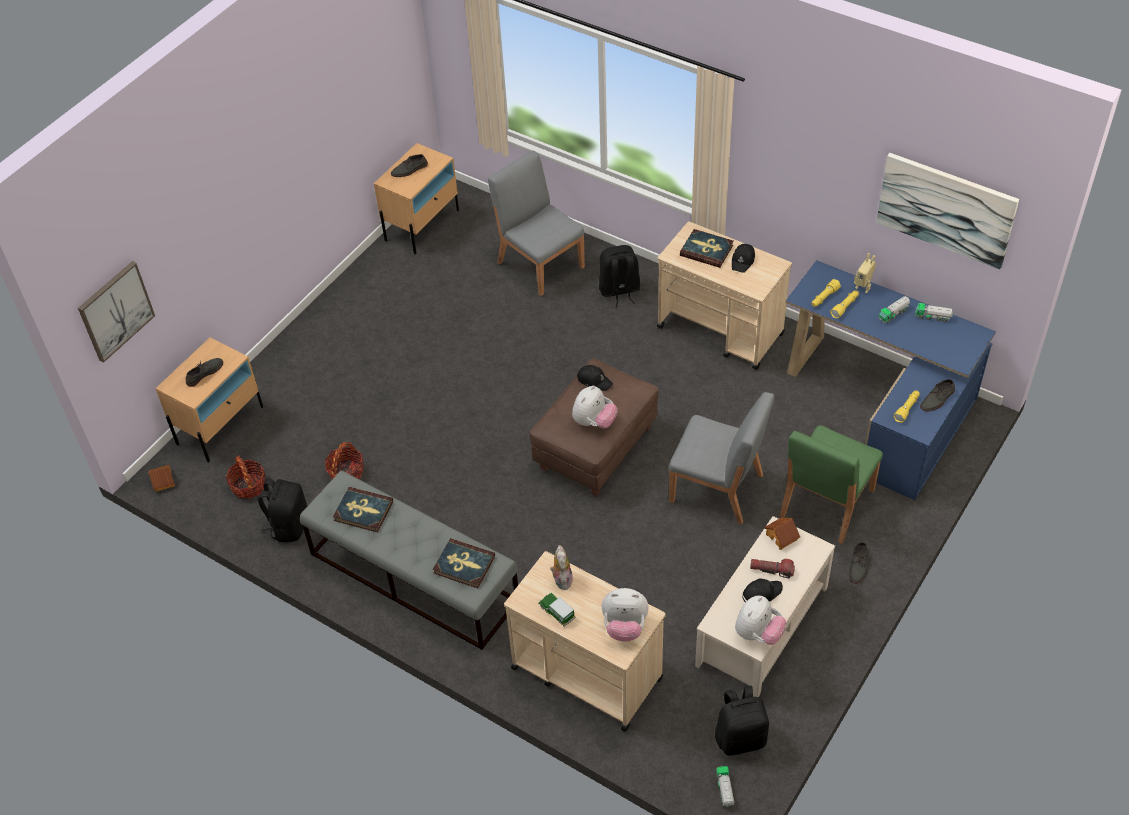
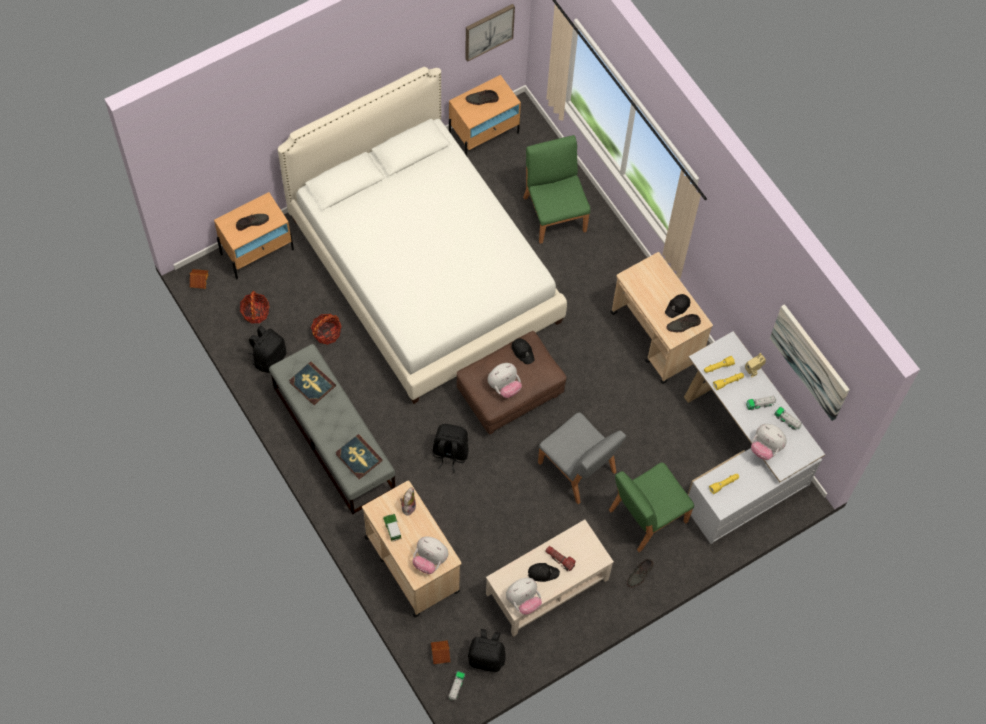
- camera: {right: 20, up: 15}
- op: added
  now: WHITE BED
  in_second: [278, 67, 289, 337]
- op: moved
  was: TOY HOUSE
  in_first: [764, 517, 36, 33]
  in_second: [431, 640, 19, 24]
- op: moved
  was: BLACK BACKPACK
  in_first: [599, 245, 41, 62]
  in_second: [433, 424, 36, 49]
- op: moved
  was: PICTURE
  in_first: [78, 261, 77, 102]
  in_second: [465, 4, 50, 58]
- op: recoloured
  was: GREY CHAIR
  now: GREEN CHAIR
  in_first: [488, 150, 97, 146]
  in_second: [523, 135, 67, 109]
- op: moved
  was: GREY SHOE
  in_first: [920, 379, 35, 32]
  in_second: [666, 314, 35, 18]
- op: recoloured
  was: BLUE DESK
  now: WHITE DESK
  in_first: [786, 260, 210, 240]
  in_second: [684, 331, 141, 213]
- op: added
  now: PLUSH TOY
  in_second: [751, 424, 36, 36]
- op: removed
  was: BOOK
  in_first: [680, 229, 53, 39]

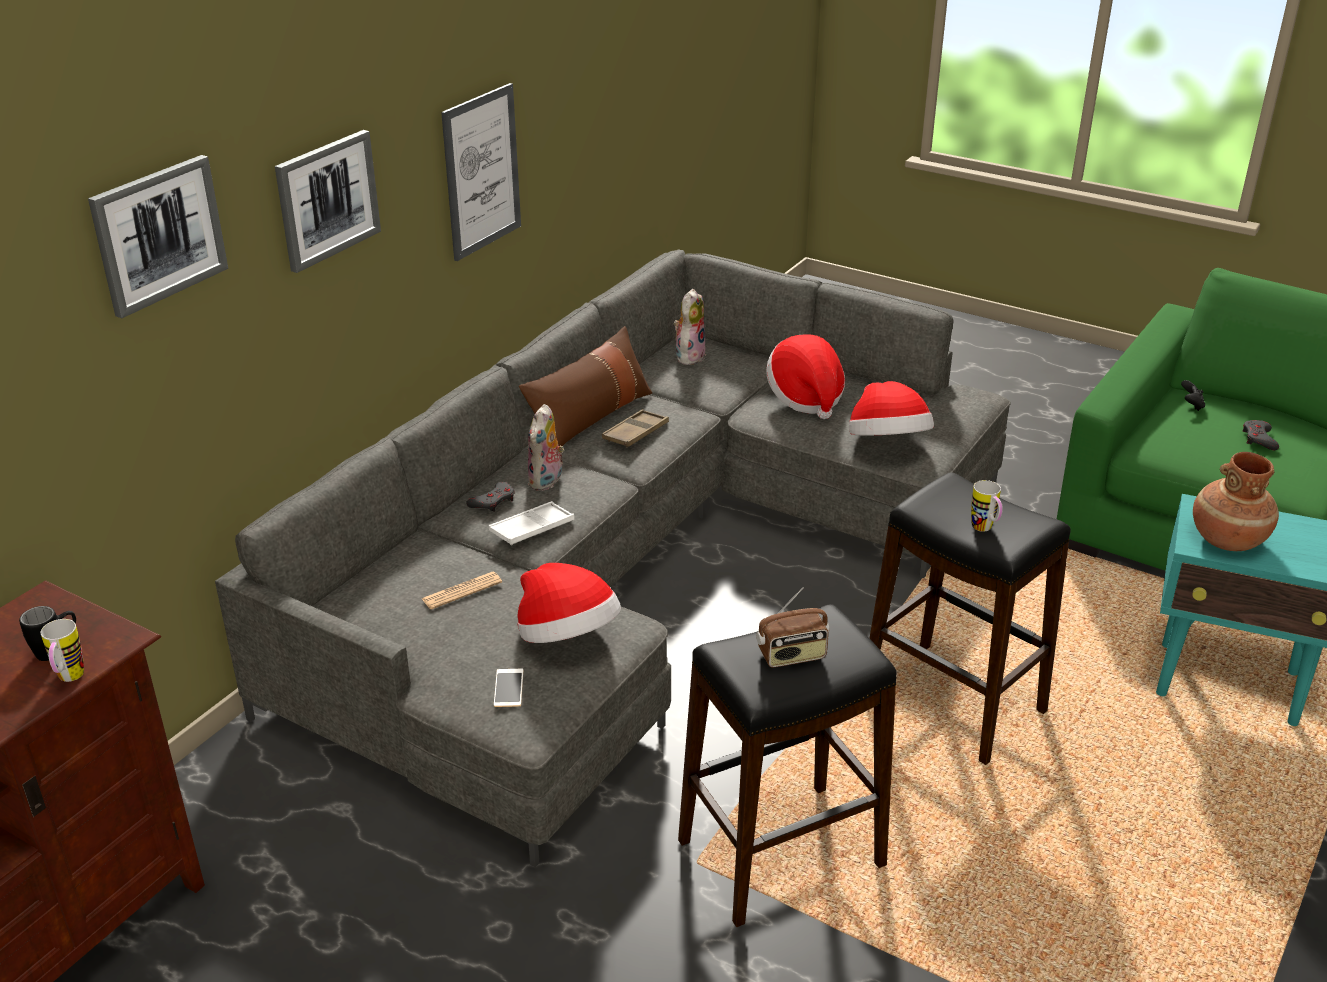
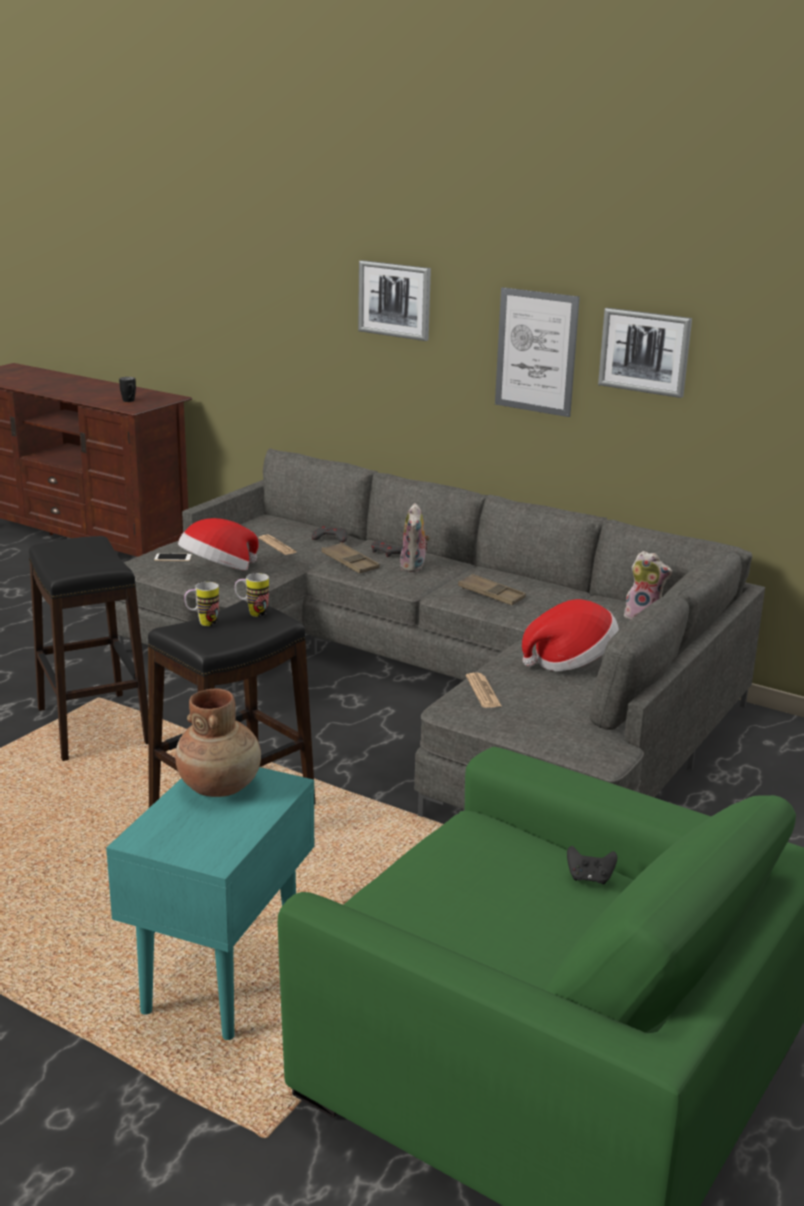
- camera: {right: 90, up: -10}
- op: moved
  was: MUG
  in_first: [41, 619, 43, 63]
  in_second: [235, 573, 34, 44]
- op: moved
  was: GREY GAME CONTROLLER
  in_first: [1242, 420, 37, 31]
  in_second: [312, 526, 35, 16]
- op: recoloured
  was: WHITE TRAY
  now: BROWN TRAY
  in_first: [489, 501, 86, 44]
  in_second: [321, 543, 59, 31]
- op: turned
  was: PLUSH TOY
  in_first: [528, 404, 36, 87]
  in_second: [400, 503, 30, 69]
  clockwise: -105
- op: replaced
  was: HAT
  now: NEWSPAPER
  in_first: [849, 381, 85, 54]
  in_second: [466, 672, 35, 36]
- op: moved
  was: PICTURE
  in_first: [88, 155, 140, 163]
  in_second: [598, 308, 94, 90]
- op: removed
  was: BROWN PILLOW
  in_first: [519, 326, 133, 120]
- op: removed
  was: RADIO
  in_first: [756, 587, 74, 81]

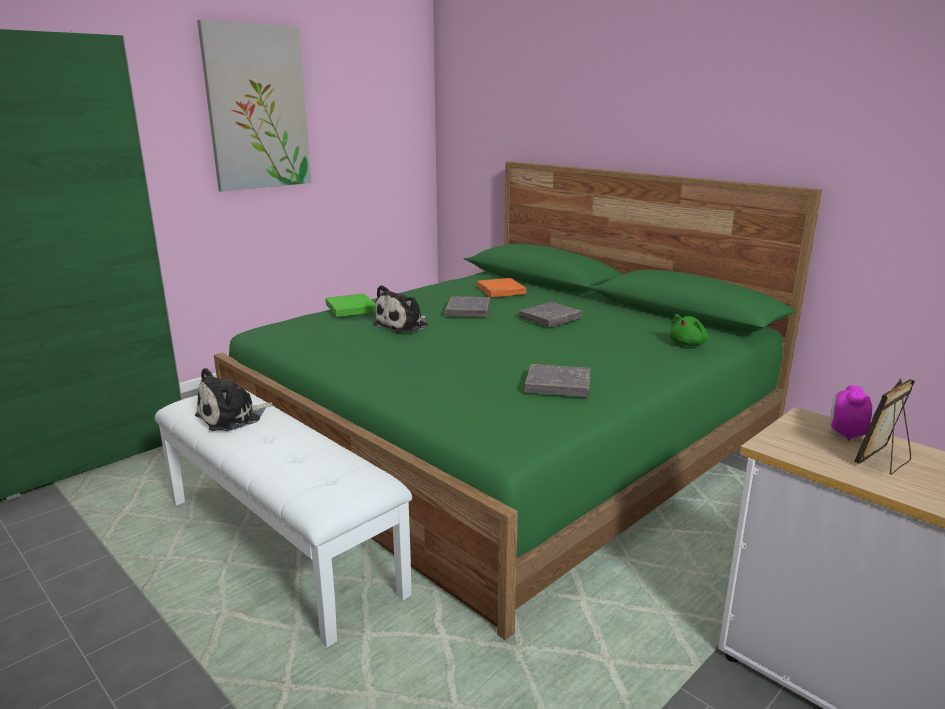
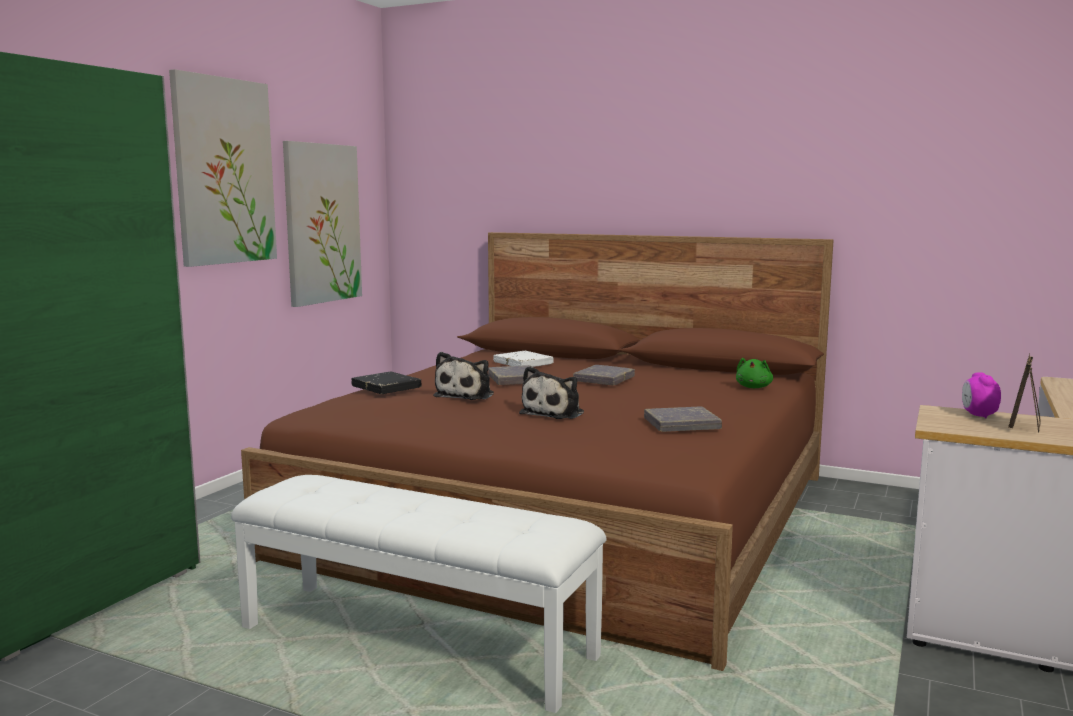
- camera: {right: -20, up: -10}
- op: recoloured
  was: GREEN BED
  now: BROWN BED
  in_first: [214, 161, 608, 479]
  in_second: [241, 232, 593, 439]
- op: added
  now: PICTURE
  in_second: [283, 141, 79, 166]
- op: recoloured
  was: GREEN BOOK
  now: BLACK BOOK
  in_first: [326, 294, 50, 23]
  in_second: [351, 372, 70, 22]
- op: recoloured
  was: ORANGE BOOK
  now: WHITE BOOK
  in_first: [477, 278, 49, 19]
  in_second: [493, 351, 61, 16]
- op: moved
  was: PLUSH TOY
  in_first: [195, 368, 77, 63]
  in_second: [519, 366, 65, 53]

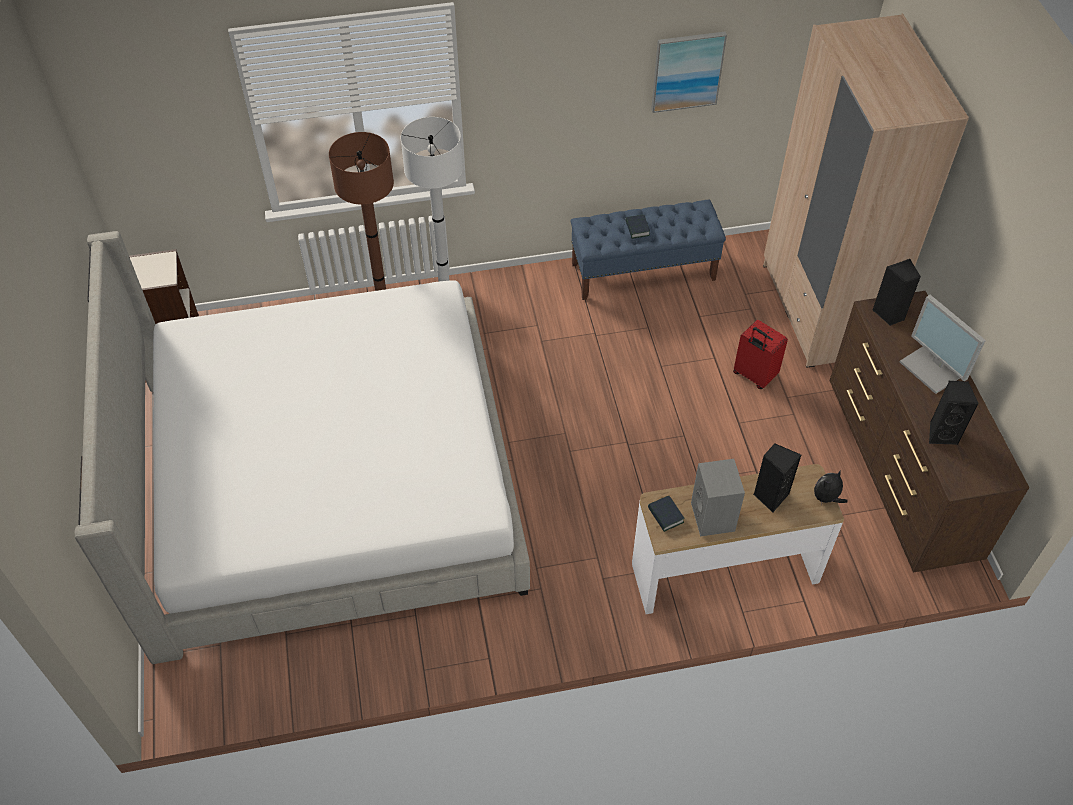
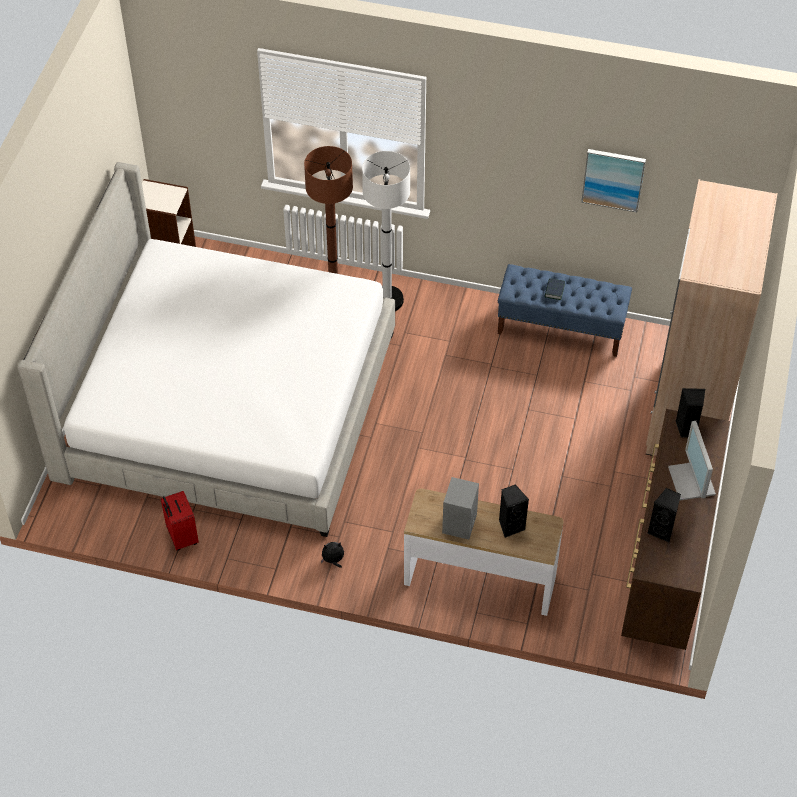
- camera: {right: 25, up: 0}
- op: moved
  was: RED SUITCASE
  in_first: [733, 320, 55, 69]
  in_second: [161, 491, 38, 60]
- op: moved
  was: PLUSH TOY
  in_first: [814, 470, 34, 36]
  in_second: [321, 542, 23, 26]
- op: removed
  was: BOOK
  in_first: [648, 496, 37, 36]

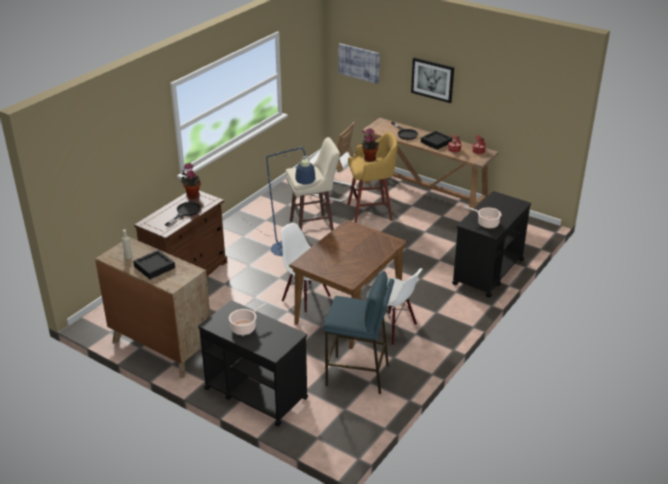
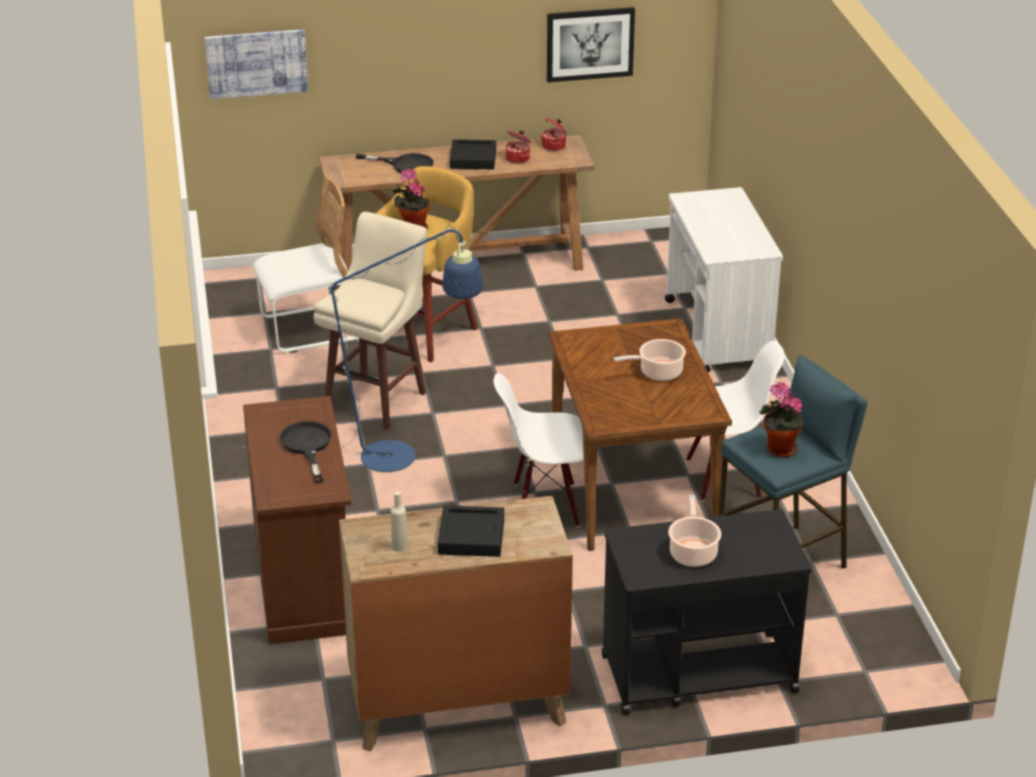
- camera: {right: -45, up: 0}
- op: moved
  was: PICTURE
  in_first: [411, 58, 43, 45]
  in_second: [547, 7, 88, 75]
- op: moved
  was: COOKING POT
  in_first: [464, 206, 37, 22]
  in_second: [613, 339, 73, 42]
- op: recoloured
  was: BLACK CART
  now: WHITE CART
  in_first: [452, 191, 79, 107]
  in_second: [665, 187, 118, 186]
- op: moved
  was: POTTED PLANT
  in_first: [181, 163, 20, 36]
  in_second: [759, 382, 44, 75]

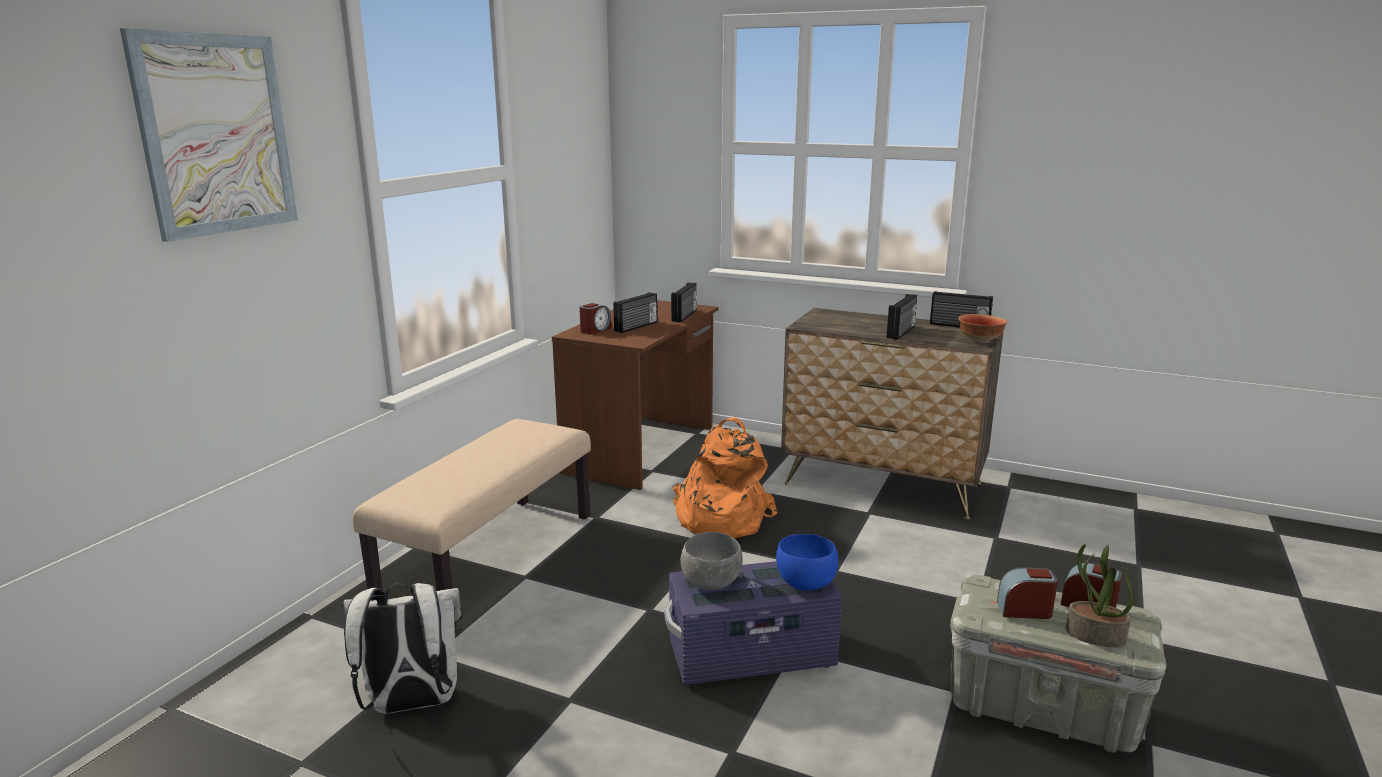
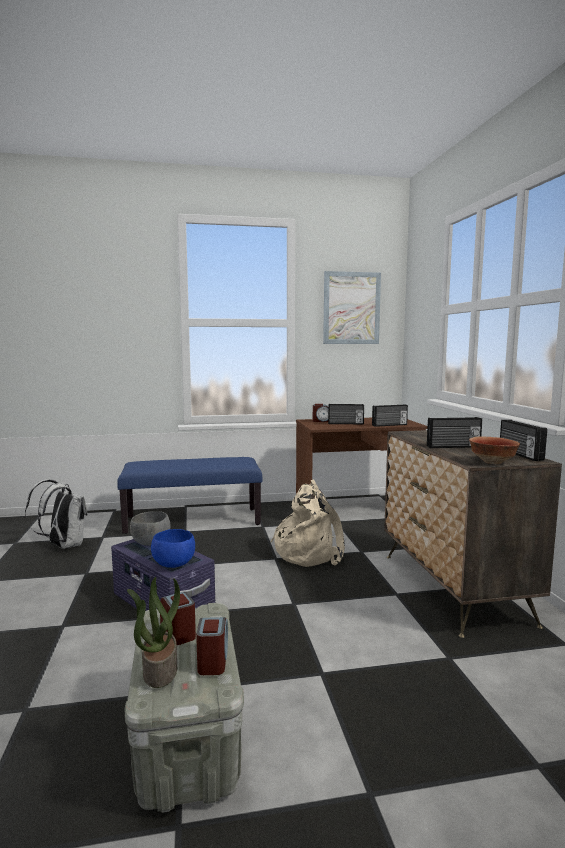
- camera: {right: 55, up: -10}
- op: recoloured
  was: BEIGE BENCH
  now: BLUE BENCH
  in_first: [352, 419, 239, 207]
  in_second: [117, 457, 145, 77]
- op: recoloured
  was: ORANGE BACKPACK
  now: BEIGE BACKPACK
  in_first: [672, 418, 106, 120]
  in_second: [270, 480, 75, 87]
- op: moved
  was: PICTURE
  in_first: [120, 28, 178, 214]
  in_second: [323, 271, 58, 73]

